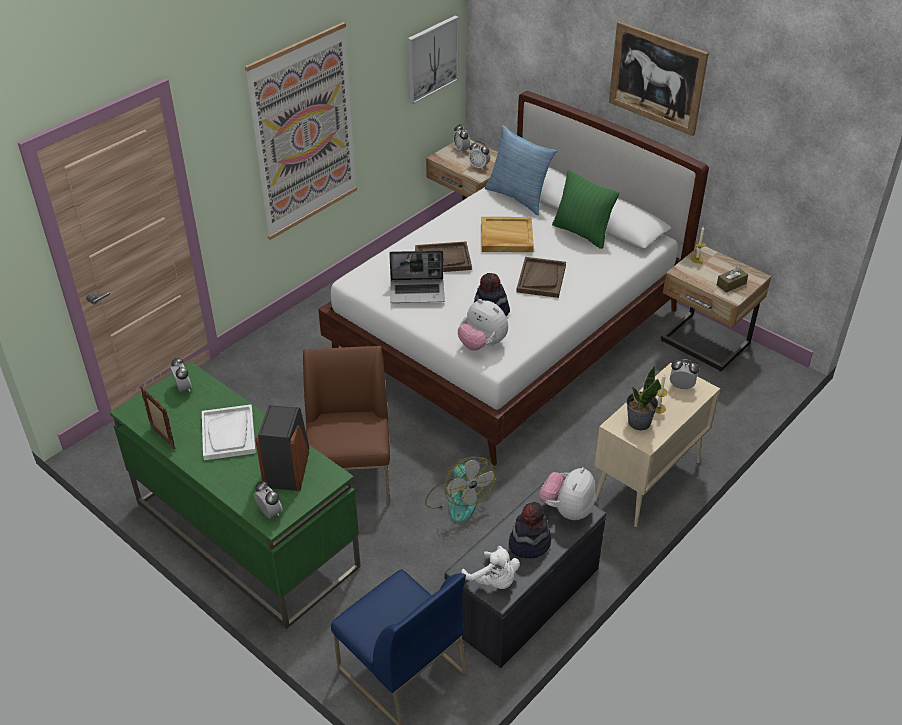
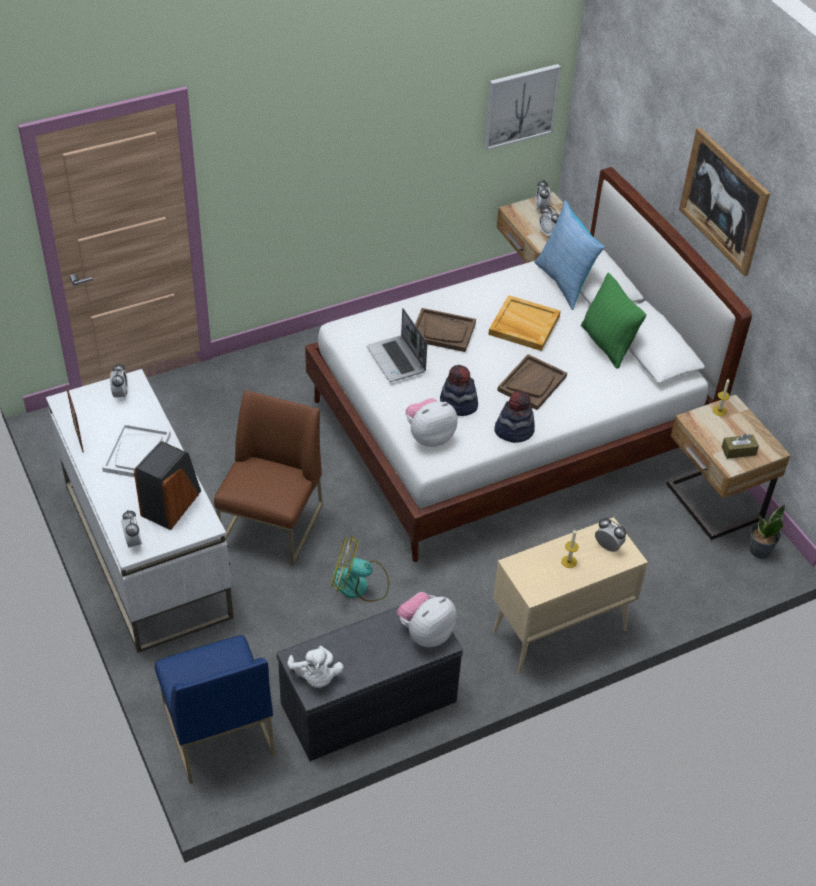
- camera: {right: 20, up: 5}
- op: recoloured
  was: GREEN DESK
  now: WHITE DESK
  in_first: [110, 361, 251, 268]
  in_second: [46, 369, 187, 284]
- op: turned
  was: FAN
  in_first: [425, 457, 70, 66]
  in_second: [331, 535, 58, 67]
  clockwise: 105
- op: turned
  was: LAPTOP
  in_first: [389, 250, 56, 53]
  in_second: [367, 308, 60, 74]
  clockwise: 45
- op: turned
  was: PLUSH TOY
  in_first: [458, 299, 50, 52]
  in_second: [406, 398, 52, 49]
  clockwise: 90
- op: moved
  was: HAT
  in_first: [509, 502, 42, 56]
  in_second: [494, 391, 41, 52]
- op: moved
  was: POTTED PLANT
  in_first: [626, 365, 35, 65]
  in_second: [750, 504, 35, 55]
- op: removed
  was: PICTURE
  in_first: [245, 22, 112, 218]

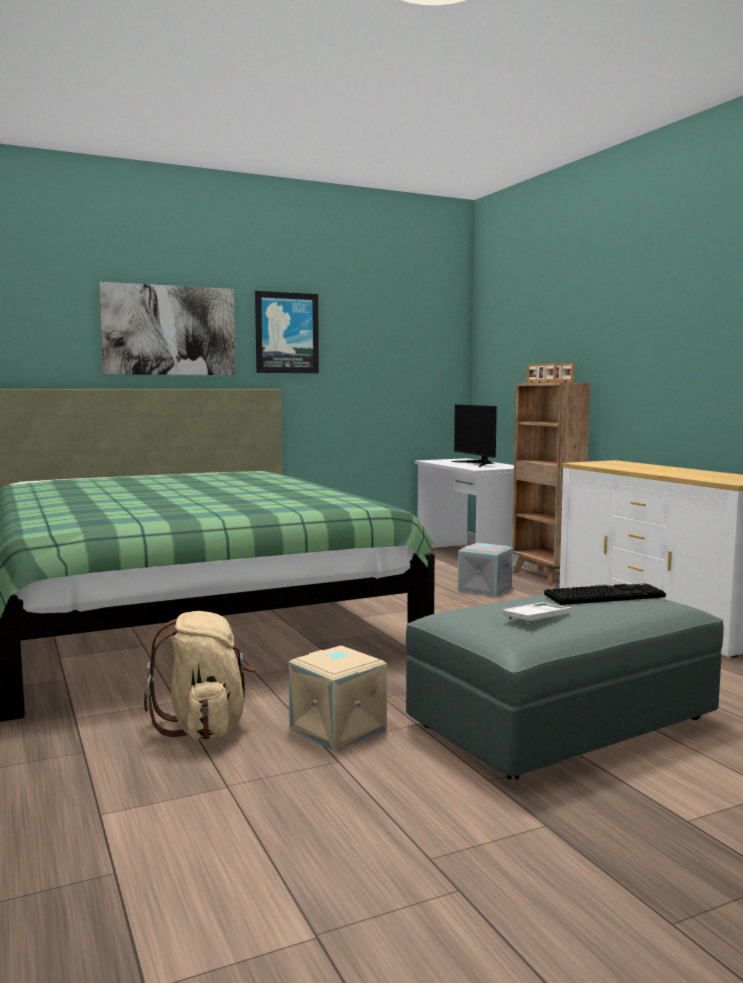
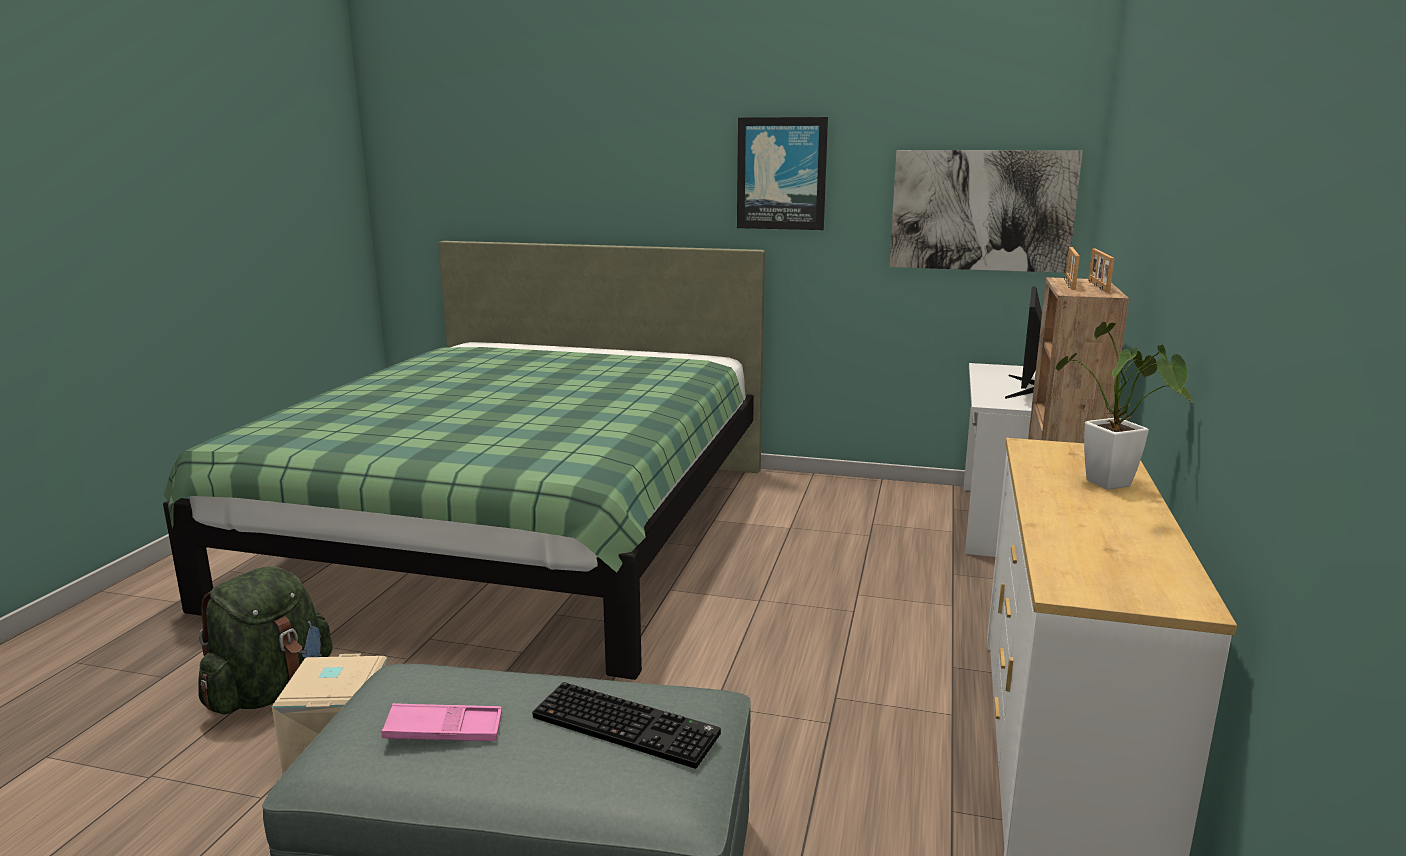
- camera: {right: 40, up: 10}
- op: recoloured
  was: BEIGE BACKPACK
  now: GREEN BACKPACK
  in_first: [144, 611, 111, 129]
  in_second: [198, 567, 135, 148]
- op: recoloured
  was: WHITE TRAY
  now: PINK TRAY
  in_first: [503, 602, 69, 22]
  in_second: [382, 703, 120, 38]
- op: moved
  was: PICTURE
  in_first: [99, 282, 137, 93]
  in_second: [889, 150, 194, 123]
- op: added
  now: POTTED PLANT
  in_second: [1056, 322, 136, 168]
- op: removed
  was: GREY STORAGE BOX
  in_first: [458, 543, 55, 54]

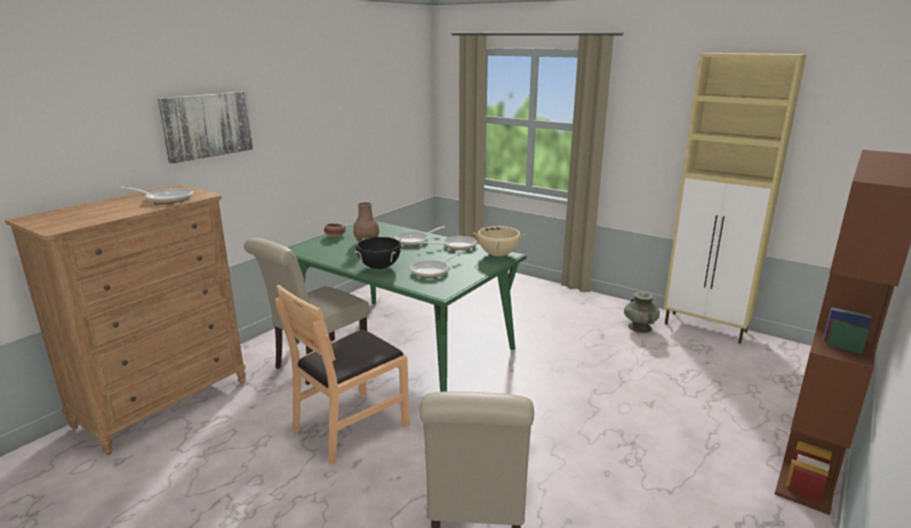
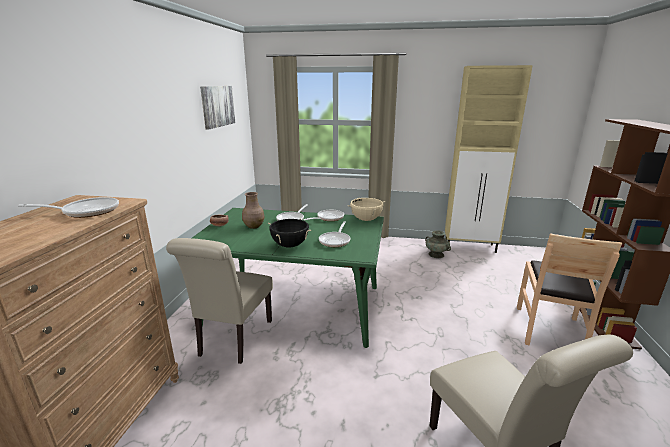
- camera: {right: -25, up: 0}
- op: moved
  was: PICTURE
  in_first: [158, 91, 95, 73]
  in_second: [200, 86, 35, 43]
- op: moved
  was: BROWN CHAIR
  in_first: [275, 285, 135, 180]
  in_second: [517, 233, 105, 113]

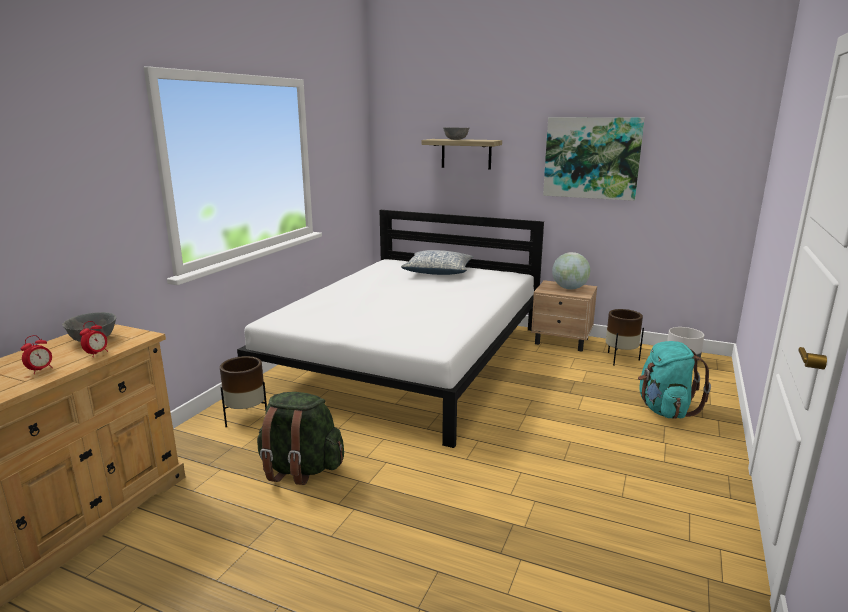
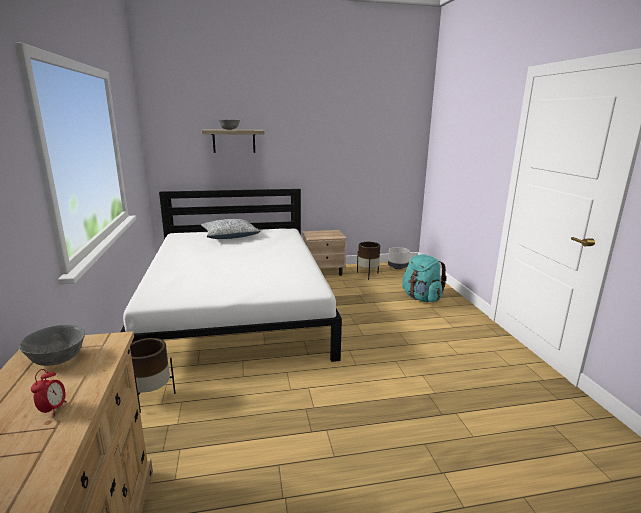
- camera: {right: -35, up: 0}
- op: removed
  was: ALARM CLOCK
  in_first: [80, 321, 28, 35]
- op: removed
  was: GREEN BACKPACK
  in_first: [257, 392, 87, 93]
- op: removed
  was: PICTURE
  in_first: [543, 117, 102, 84]
- op: removed
  was: GLOBE
  in_first: [552, 252, 38, 38]

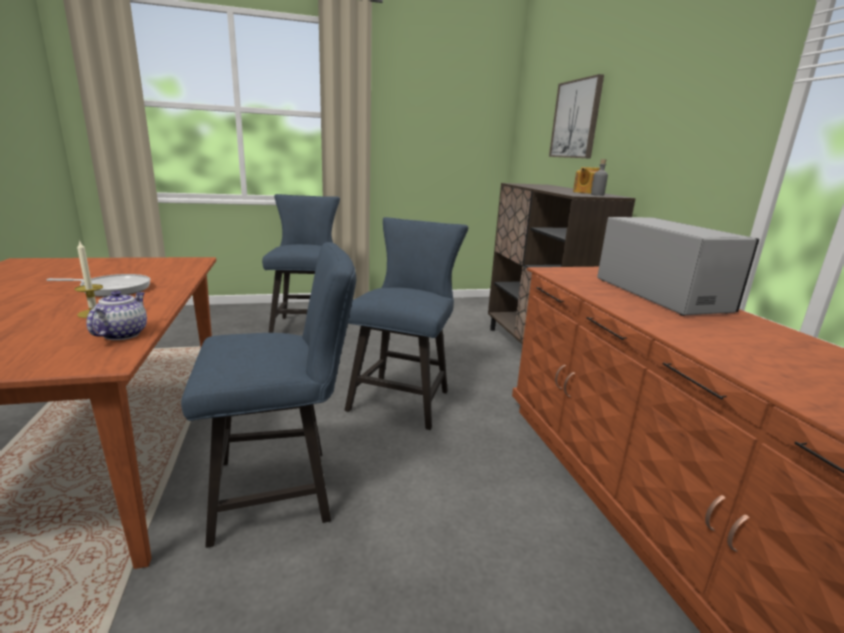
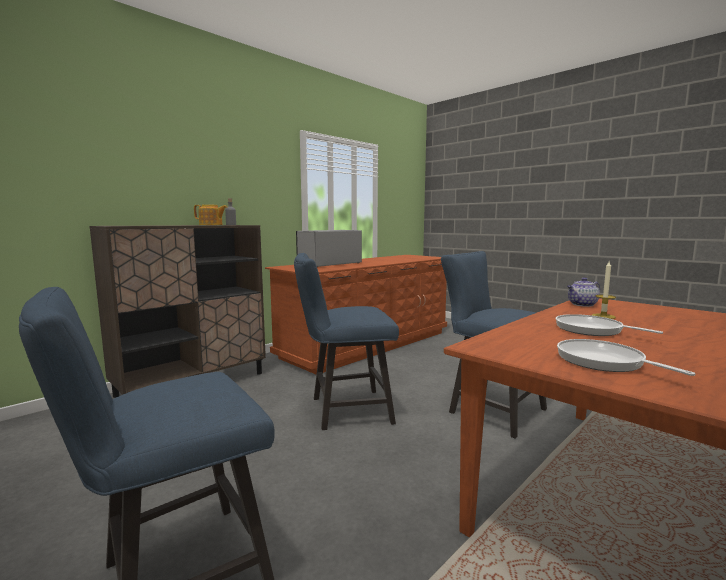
- camera: {right: -120, up: -10}
- op: added
  now: FRYING PAN
  in_second: [557, 339, 138, 37]
- op: removed
  was: PICTURE
  in_first: [549, 74, 55, 85]

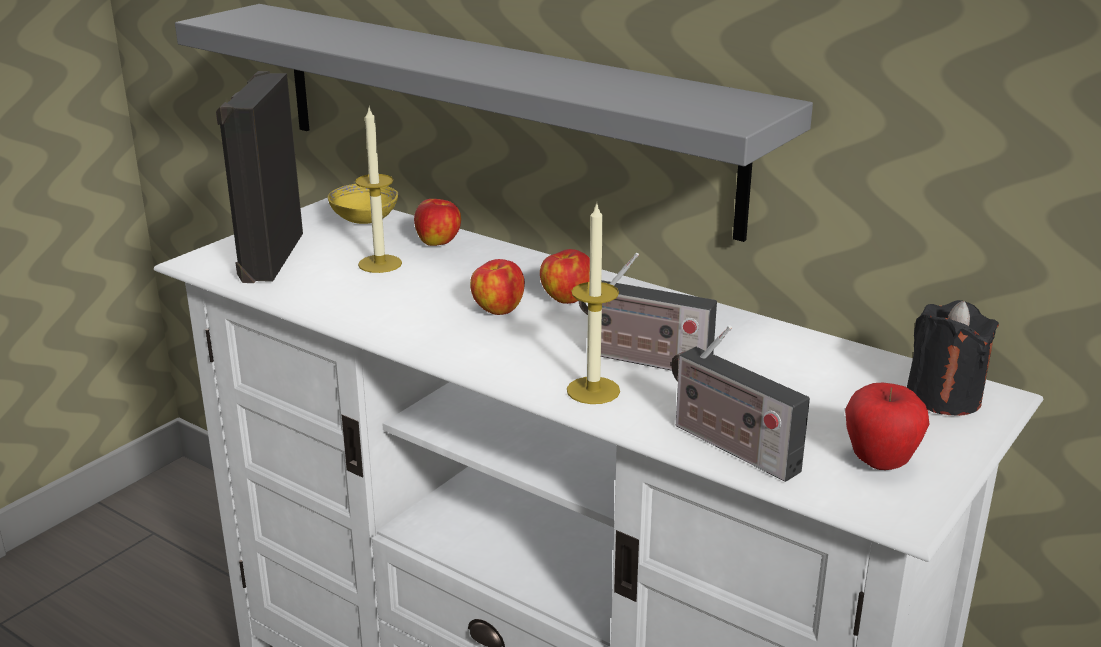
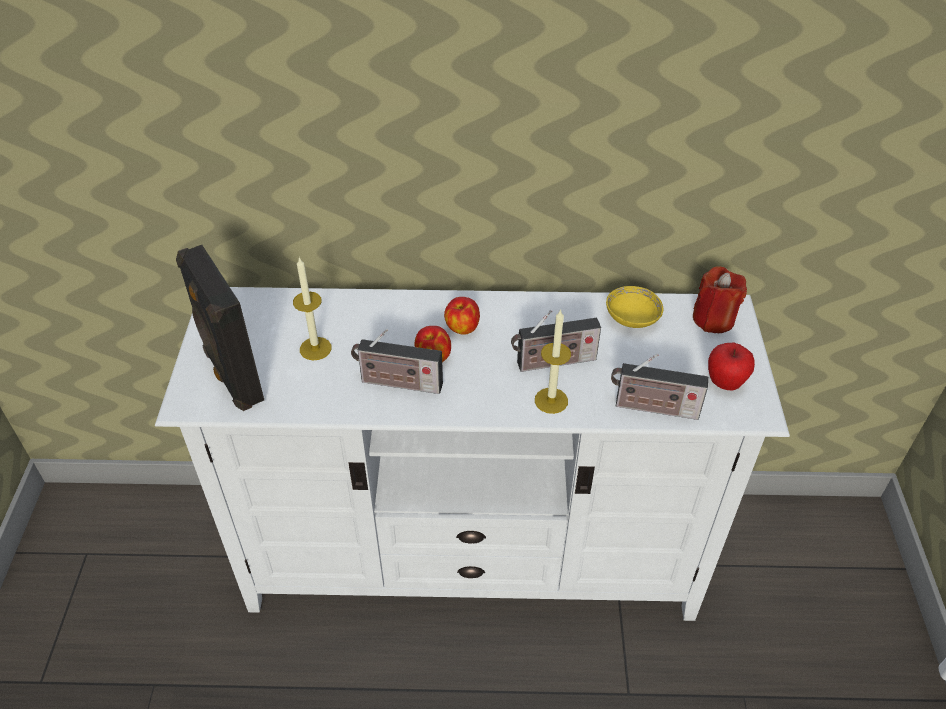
- camera: {right: -35, up: 20}
- op: added
  now: RADIO
  in_second: [351, 329, 92, 65]
- op: moved
  was: YELLOW BOWL
  in_first: [328, 184, 71, 40]
  in_second: [606, 286, 57, 42]
- op: recoloured
  was: BLACK CANDLE
  now: RED CANDLE
  in_first: [907, 300, 92, 116]
  in_second: [693, 266, 54, 67]
- op: removed
  was: GREY SHELF
  in_first: [175, 4, 638, 238]
- op: removed
  was: APPLE
  in_first: [414, 199, 47, 47]

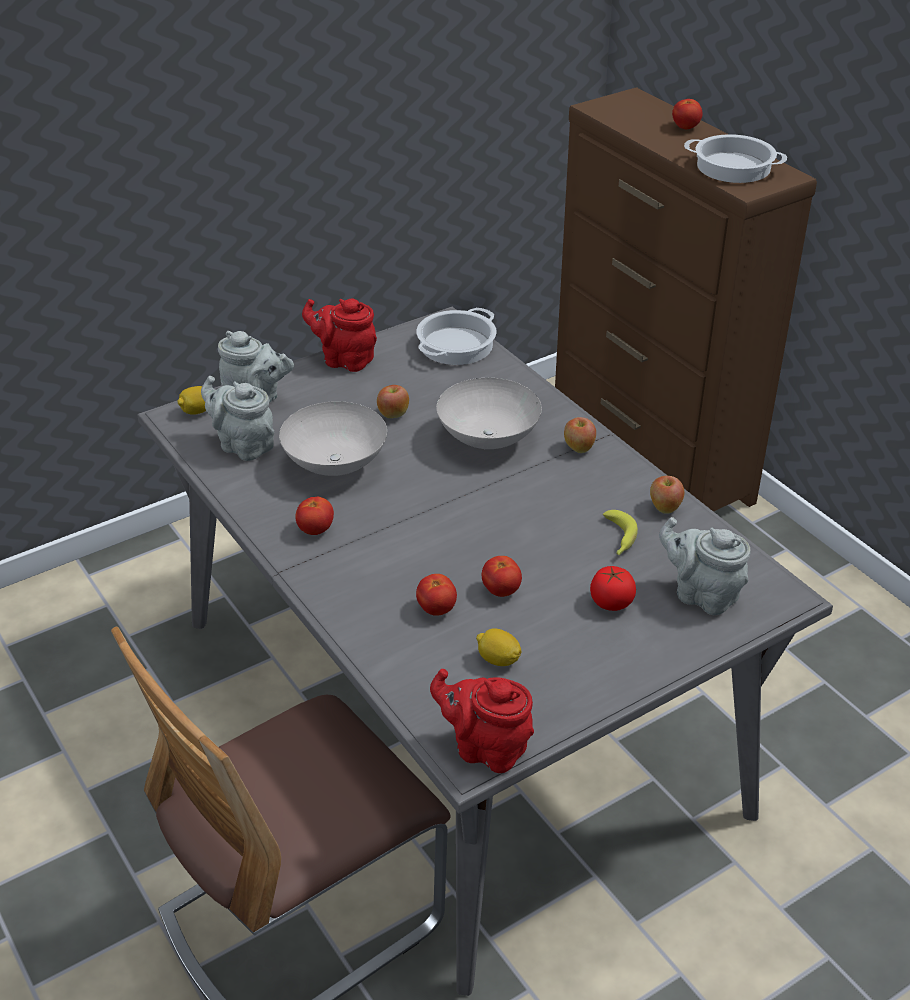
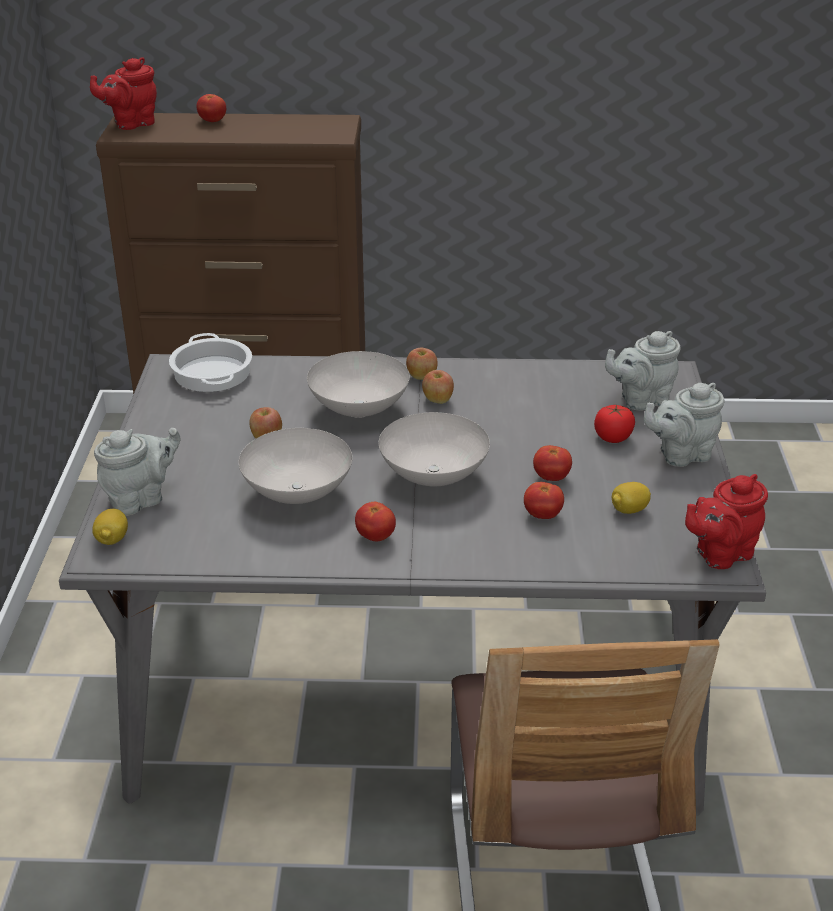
- camera: {right: -55, up: -5}
- op: moved
  was: RED TEAPOT
  in_first: [302, 299, 75, 73]
  in_second: [90, 57, 67, 73]
- op: added
  now: WHITE BOWL
  in_second: [379, 412, 111, 74]
- op: moved
  was: APPLE
  in_first: [650, 476, 34, 38]
  in_second: [422, 370, 32, 34]
- op: moved
  was: GREY TEAPOT
  in_first: [201, 376, 73, 85]
  in_second: [644, 383, 81, 84]
- op: removed
  was: BANANA
  in_first: [603, 510, 35, 45]
- op: removed
  was: COOKING POT
  in_first: [684, 134, 103, 49]

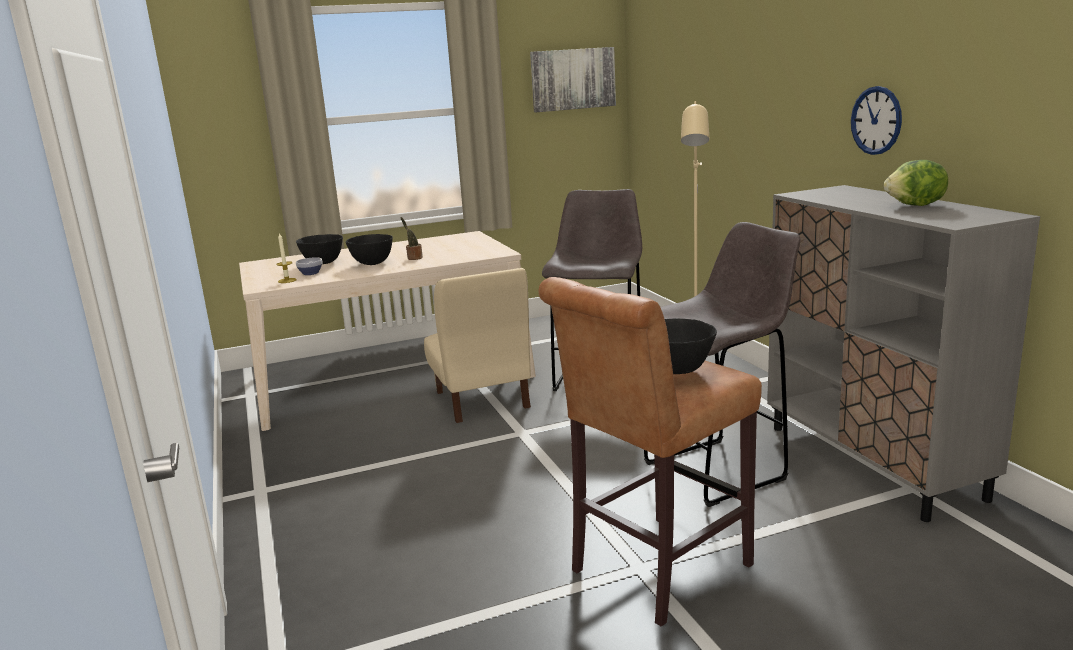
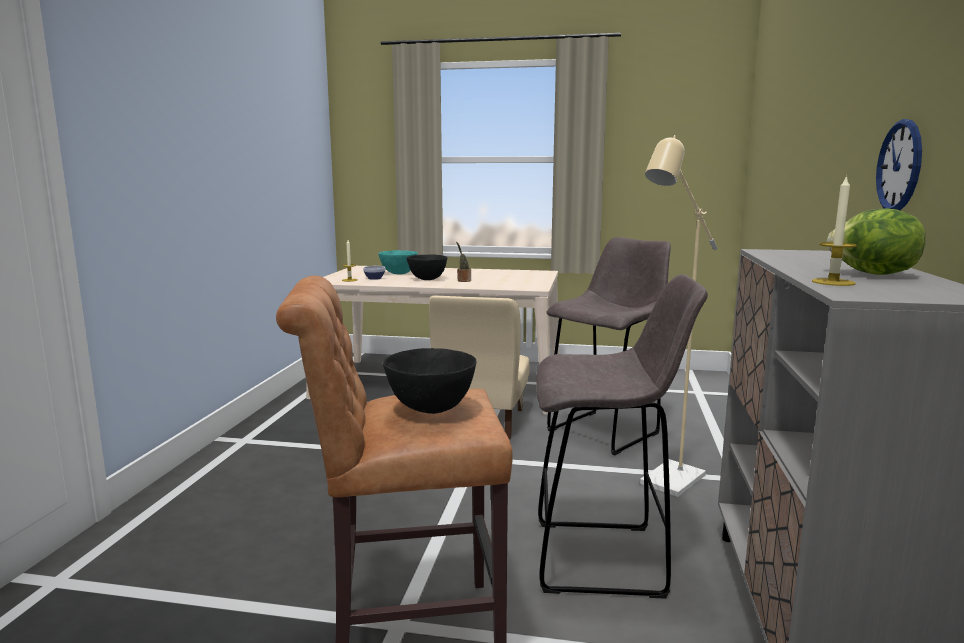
- camera: {right: 30, up: -5}
- op: recoloured
  was: BLACK BOWL
  now: TURQUOISE BOWL
  in_first: [296, 234, 47, 30]
  in_second: [378, 250, 40, 25]
- op: added
  now: CANDLE
  in_second: [812, 175, 45, 111]
- op: removed
  was: PICTURE
  in_first: [530, 47, 86, 65]

